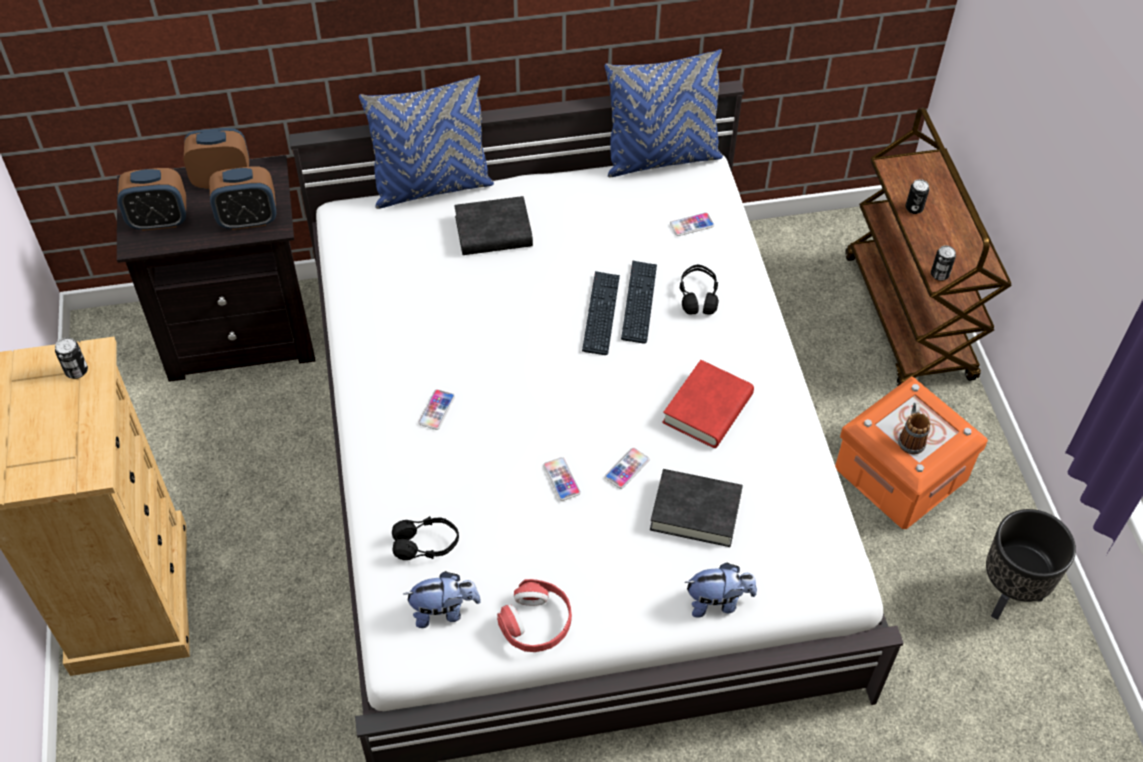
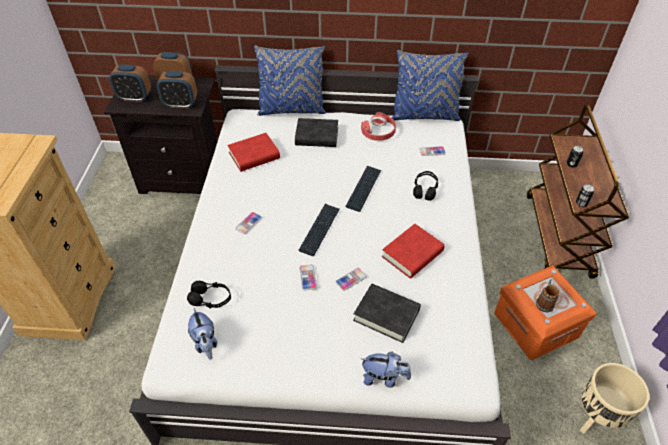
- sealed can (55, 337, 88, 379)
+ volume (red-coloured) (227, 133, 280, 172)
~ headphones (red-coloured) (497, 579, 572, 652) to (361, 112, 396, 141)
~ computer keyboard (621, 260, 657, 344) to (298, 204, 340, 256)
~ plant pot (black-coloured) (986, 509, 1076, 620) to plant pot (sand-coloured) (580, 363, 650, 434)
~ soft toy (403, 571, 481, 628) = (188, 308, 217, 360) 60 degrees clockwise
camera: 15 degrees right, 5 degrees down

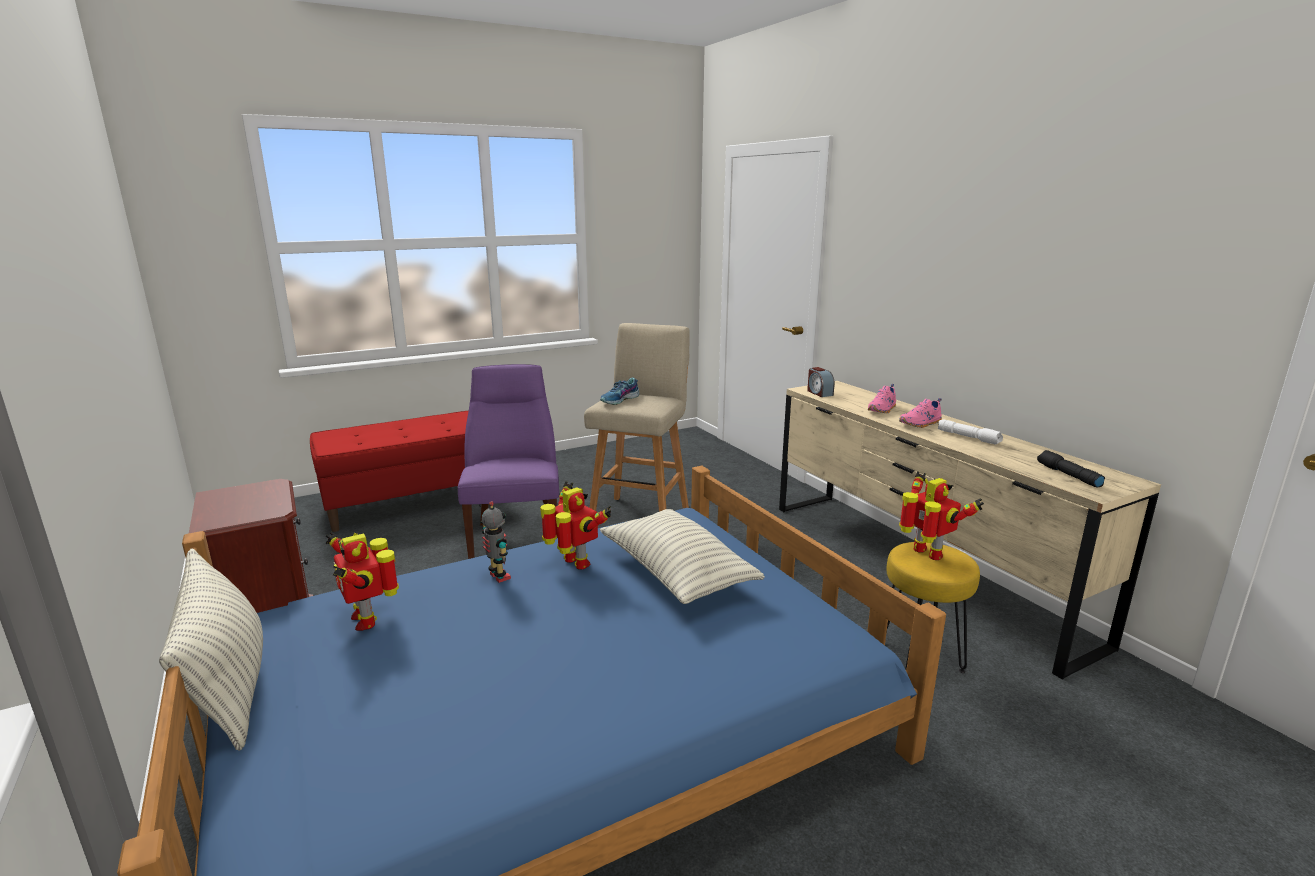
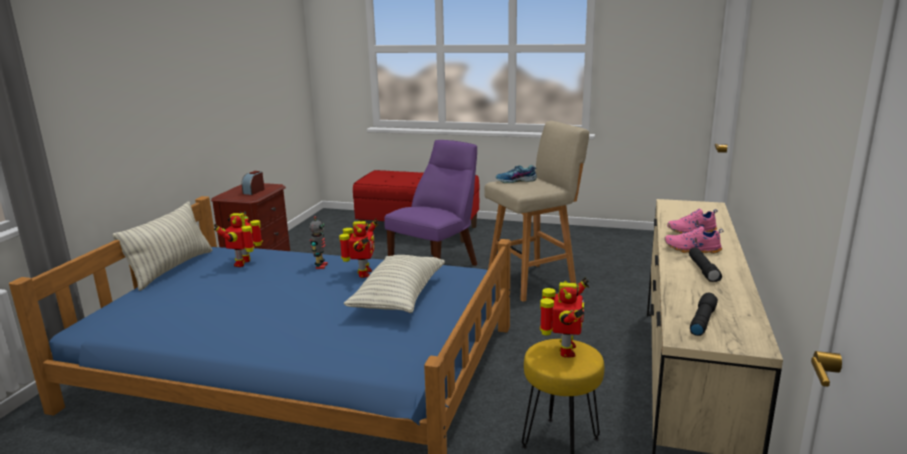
~ bedside clock (807, 367, 835, 397) to (241, 171, 264, 195)
~ hand torch (white-coloured) (938, 419, 1003, 445) to hand torch (black-coloured) (689, 248, 722, 282)
camera: 45 degrees right, 0 degrees up

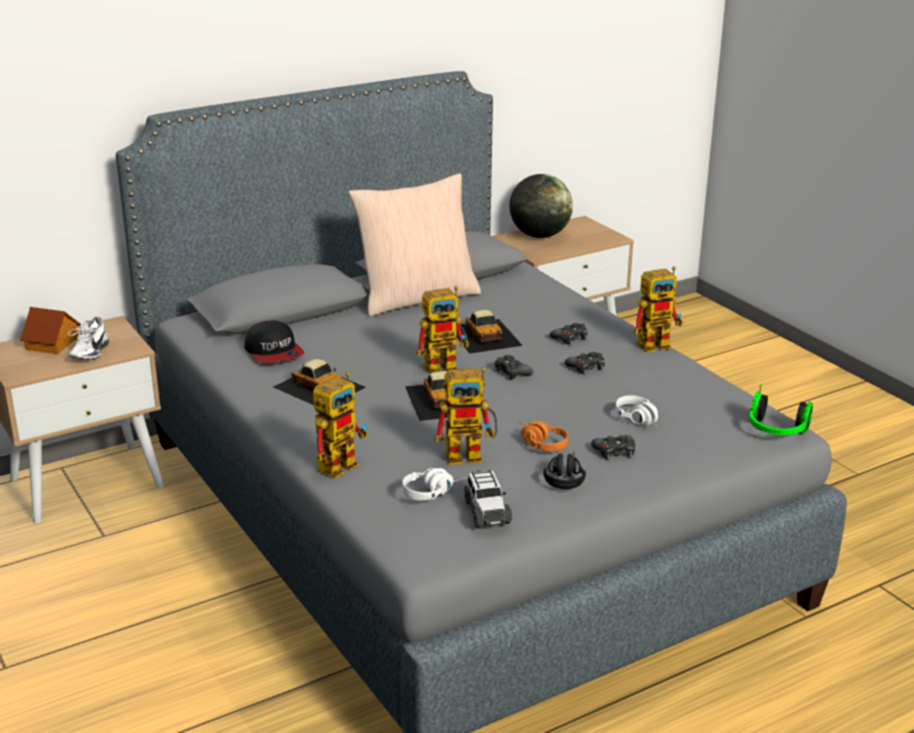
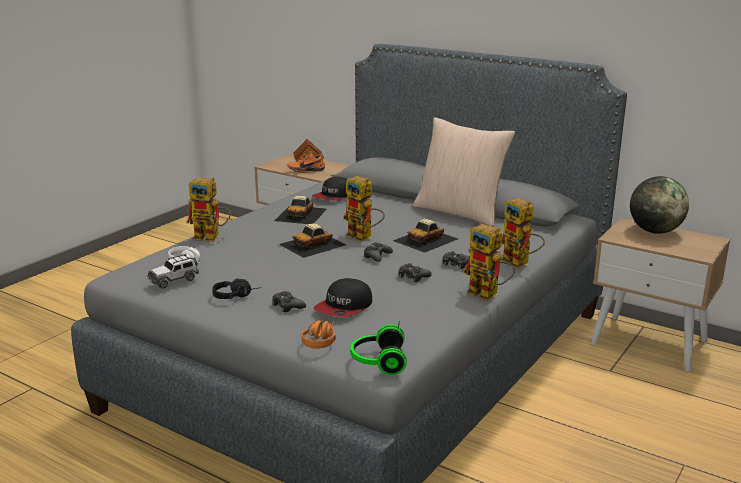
~ toy robot (435, 367, 498, 465) to (501, 198, 545, 268)
~ headphones (orange) (519, 421, 568, 452) to (302, 320, 336, 349)
~ headphones (white-coloured) (615, 395, 658, 427) to peaked cap (314, 278, 372, 317)
~ item of footwear (white-coloured) (68, 317, 109, 360) to item of footwear (orange) (287, 151, 325, 173)
camera: 65 degrees right, 5 degrees down

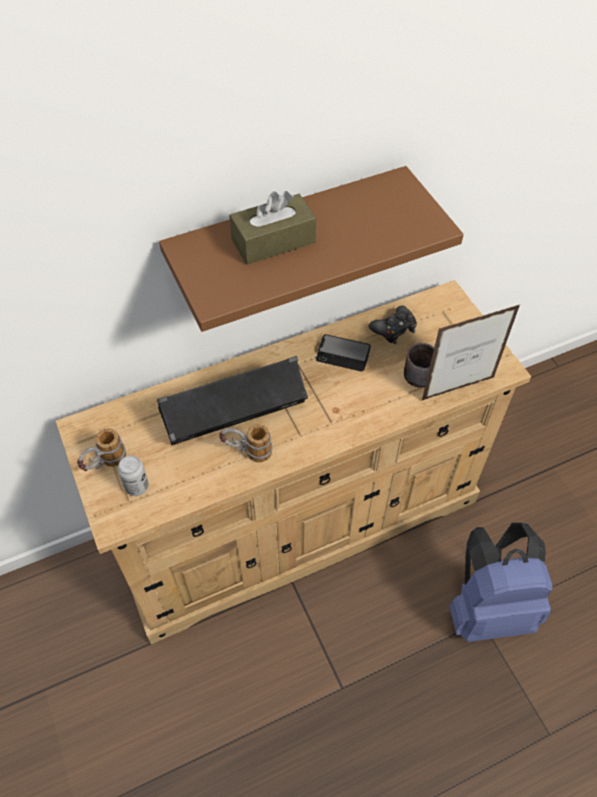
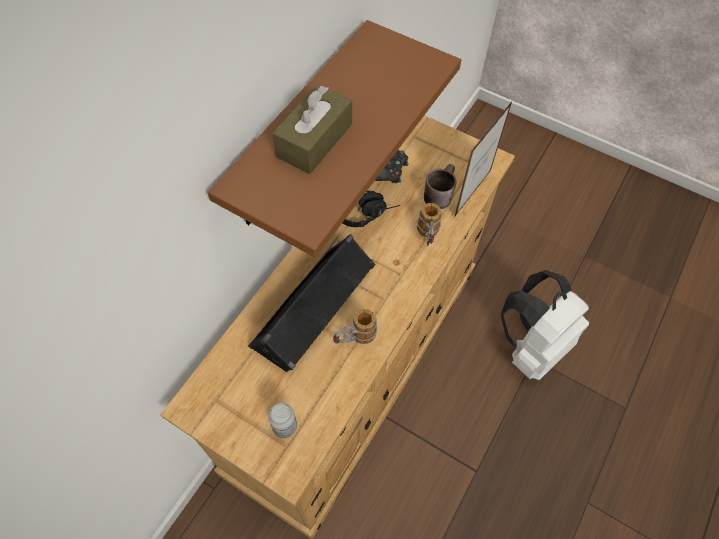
~ tea mug (77, 428, 126, 471) to (417, 203, 442, 246)
~ handset (316, 334, 371, 372) to headphones (black-coloured) (343, 190, 400, 227)
~ knapsack (bluish) (449, 523, 553, 642) to knapsack (white-coloured) (501, 270, 589, 380)
camera: 35 degrees left, 5 degrees up

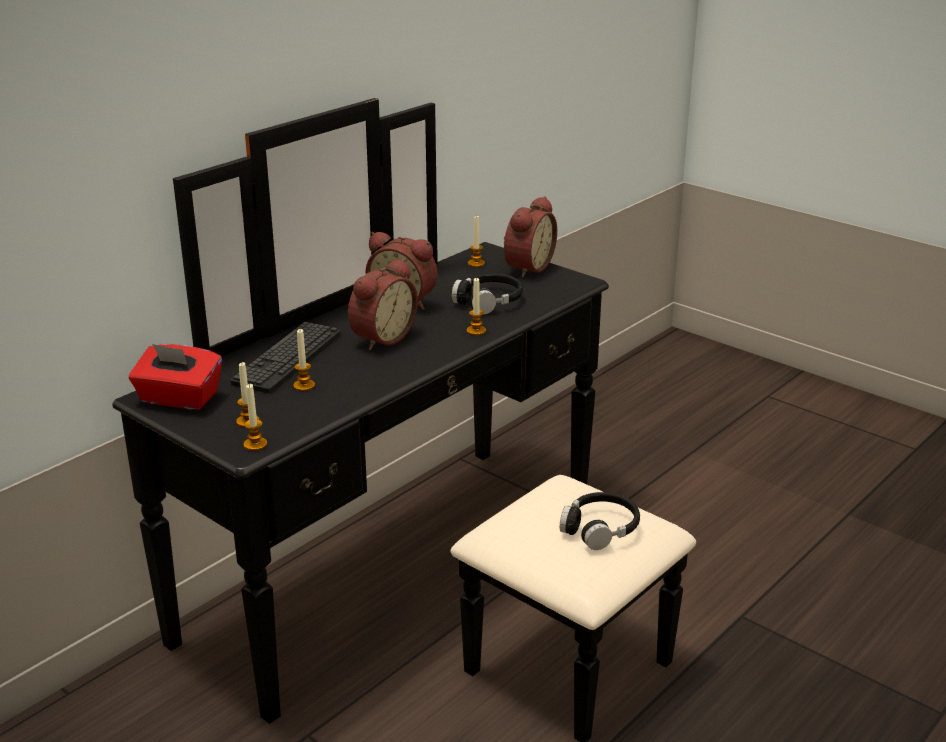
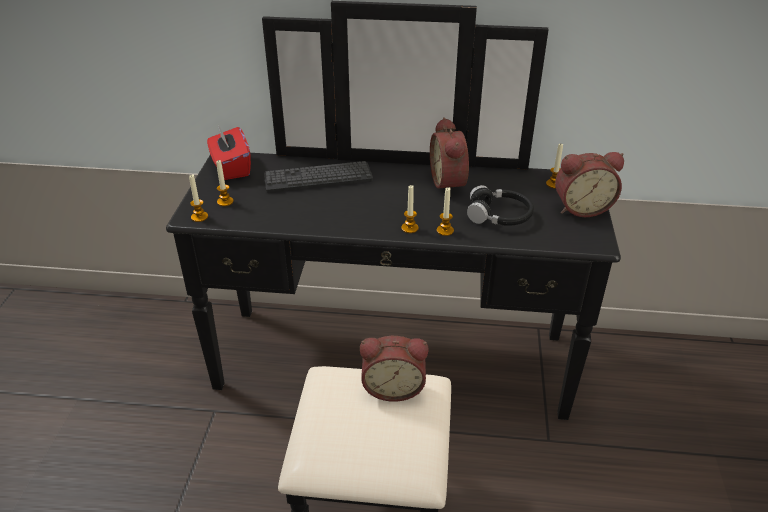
- headphones (black-coloured) (560, 492, 640, 550)
~ candle (293, 329, 315, 391) to (401, 185, 419, 233)
~ bedside clock (348, 259, 418, 350) to (360, 336, 428, 402)
camera: 55 degrees right, 10 degrees up

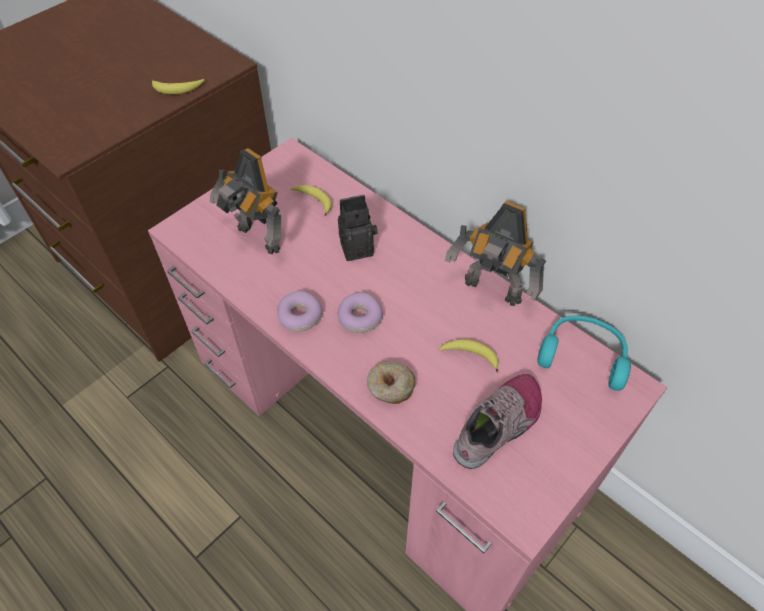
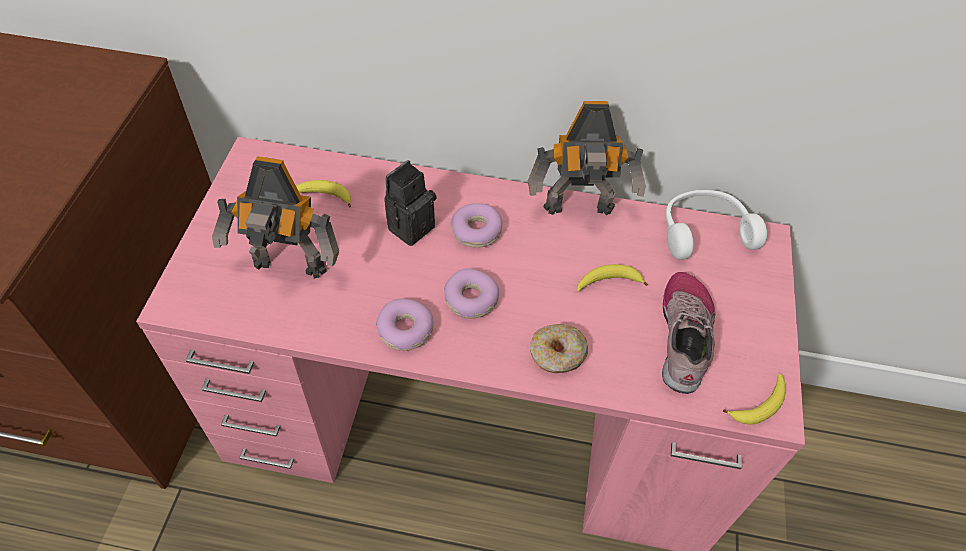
+ ring doughnut (451, 203, 502, 248)
~ banana fruit (151, 79, 205, 94) to (723, 374, 786, 425)
~ headphones (turquoise) (537, 316, 631, 391) to headphones (white-coloured) (665, 190, 767, 260)
camera: 35 degrees left, 0 degrees up

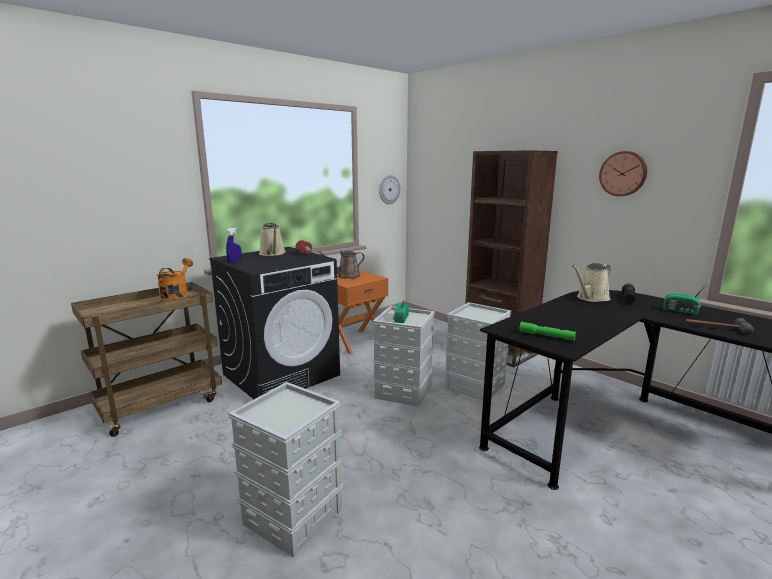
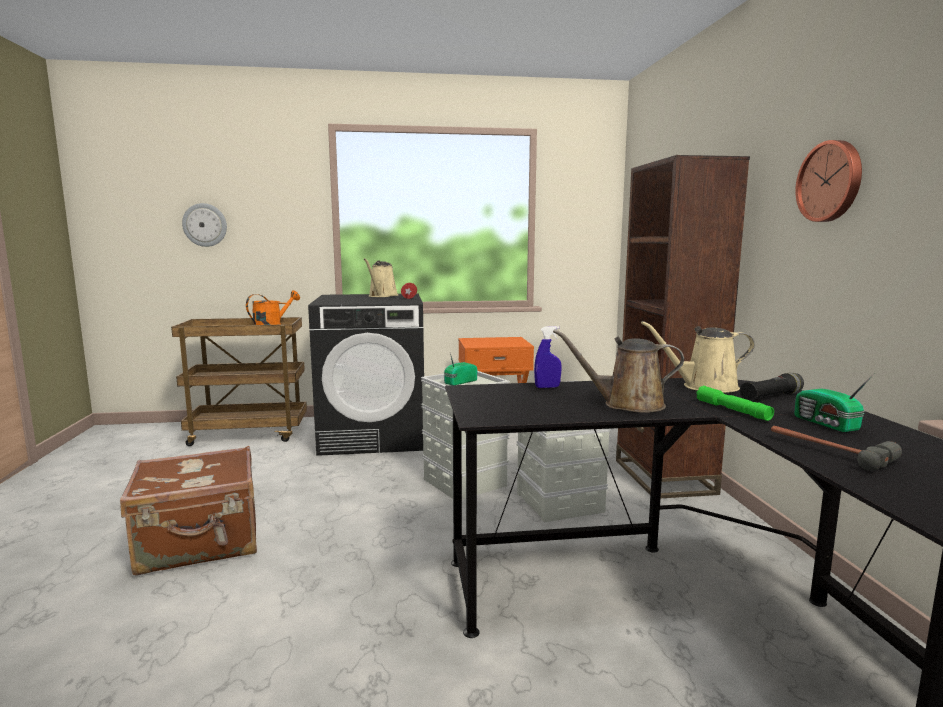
~ hand sprayer (bluish) (226, 228, 242, 263) to (534, 326, 562, 388)
~ sprinkling can (brownish) (318, 251, 365, 279) to (553, 329, 684, 413)
~ clock on the wall (379, 175, 400, 204) to (182, 203, 227, 247)
~ hand torch (greenish) (519, 321, 576, 341) to (696, 386, 774, 421)
~ storage bin (gray) (229, 382, 343, 558) to travel case (brownish) (120, 446, 257, 576)
camera: 35 degrees right, 5 degrees down

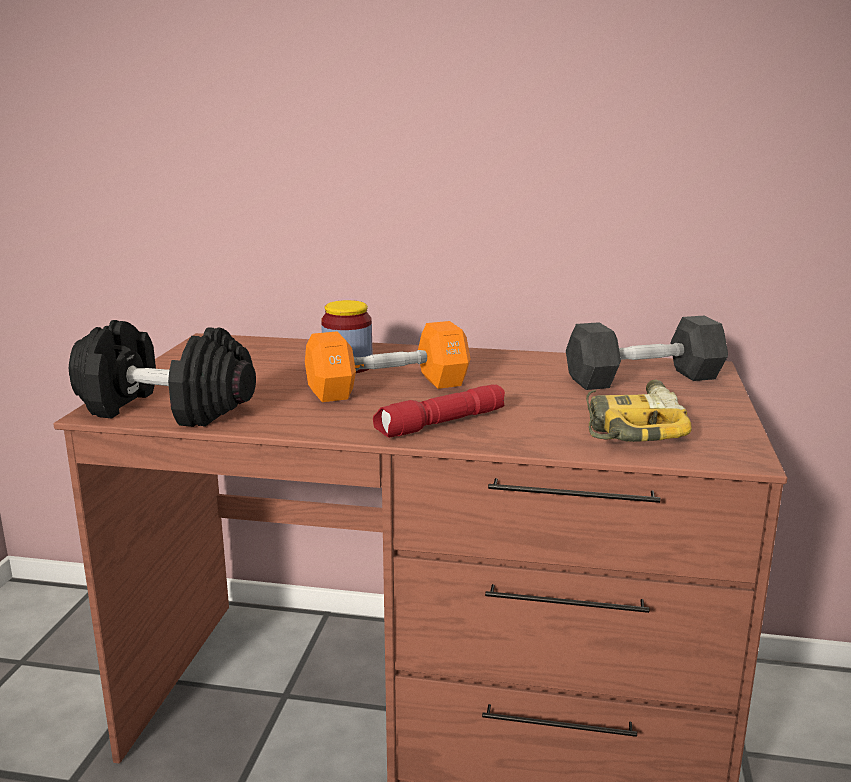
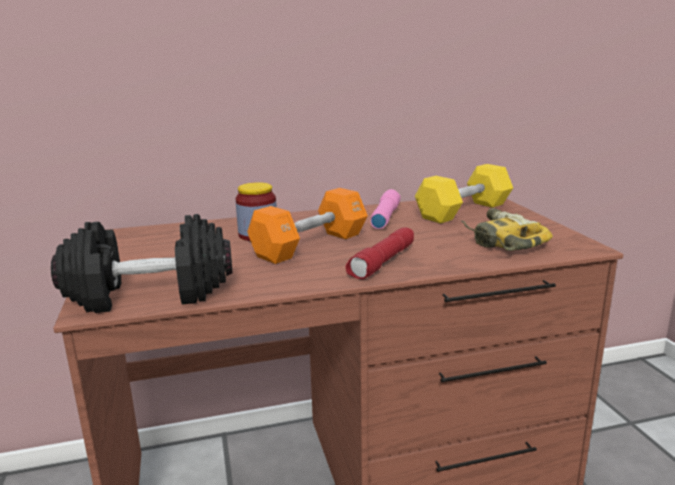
+ hand torch (pinkish) (370, 189, 401, 229)
~ free weight (black-coloured) (566, 316, 728, 390) to free weight (yellow) (415, 164, 513, 223)
camera: 25 degrees left, 0 degrees up

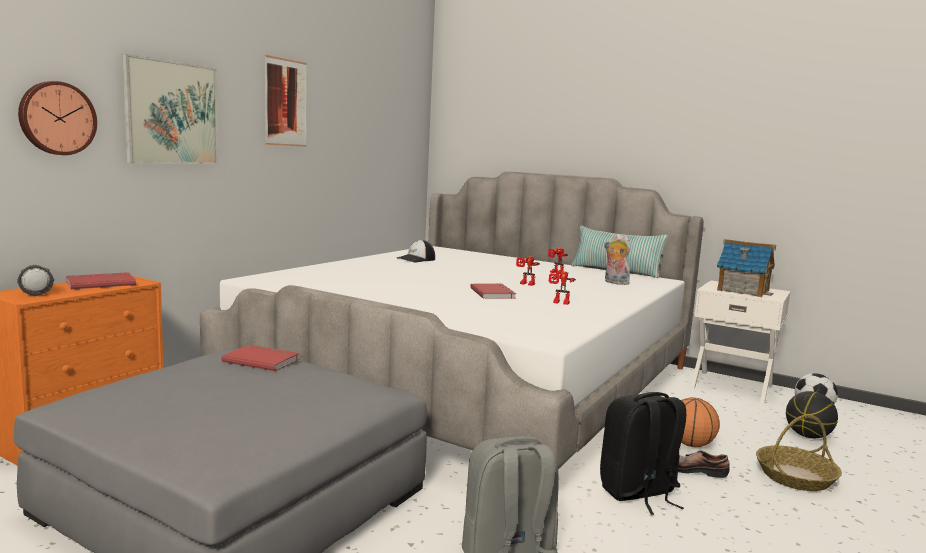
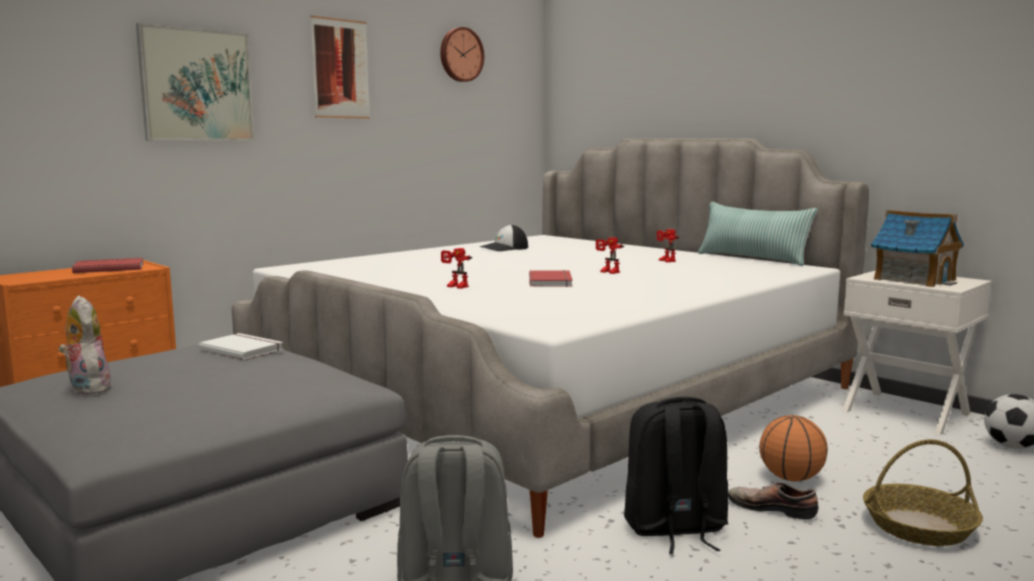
- hand torch (17, 265, 54, 296)
- basketball ball (786, 391, 838, 438)
~ clock on the wall (18, 81, 97, 155) to (440, 27, 484, 82)
~ toy robot (549, 271, 576, 305) to (441, 248, 472, 289)
~ soft toy (604, 234, 631, 285) to (59, 296, 111, 395)
~ volume (red-coloured) (221, 345, 300, 371) to volume (white-coloured) (198, 333, 283, 360)
camera: 15 degrees right, 0 degrees up

